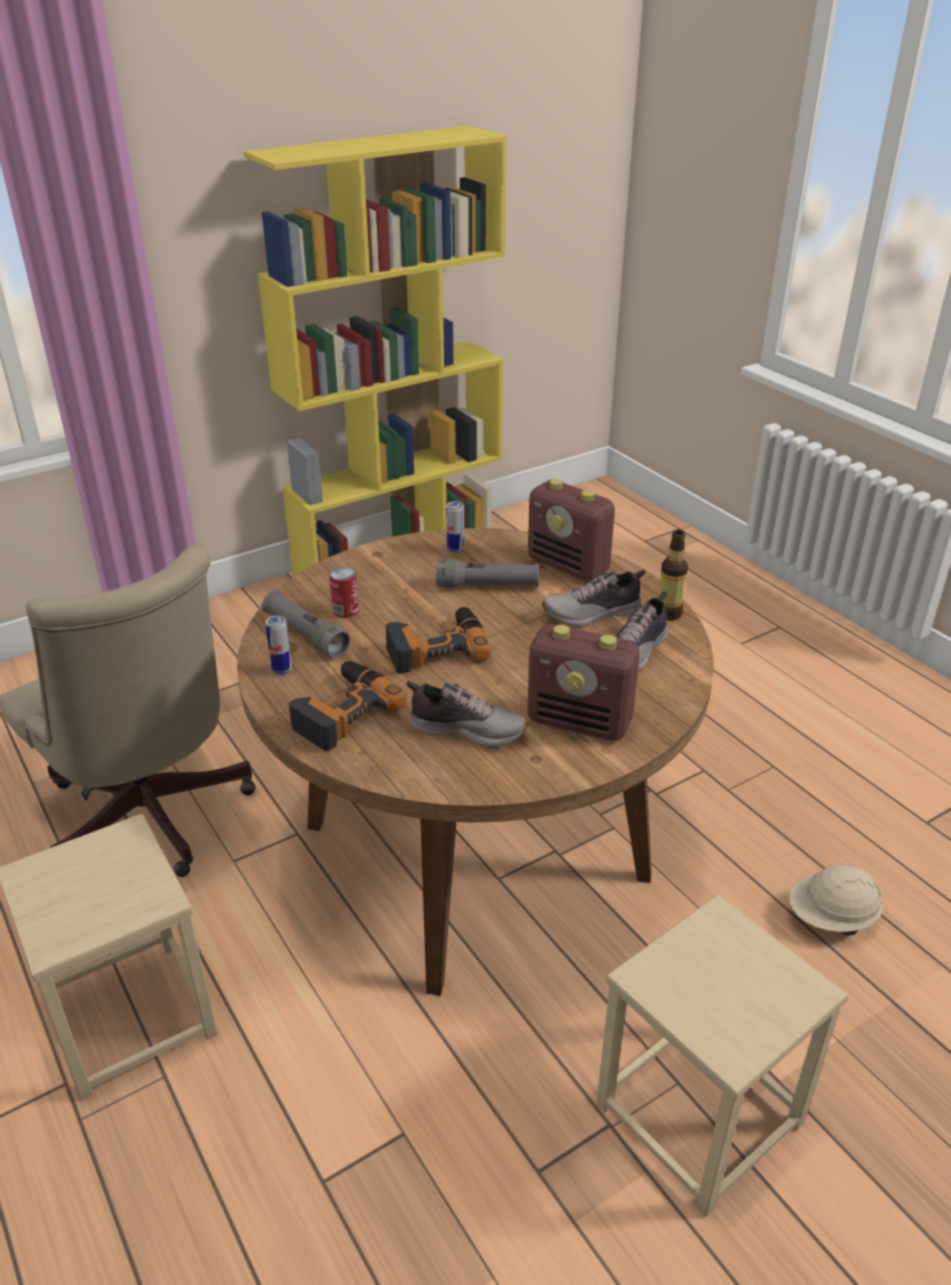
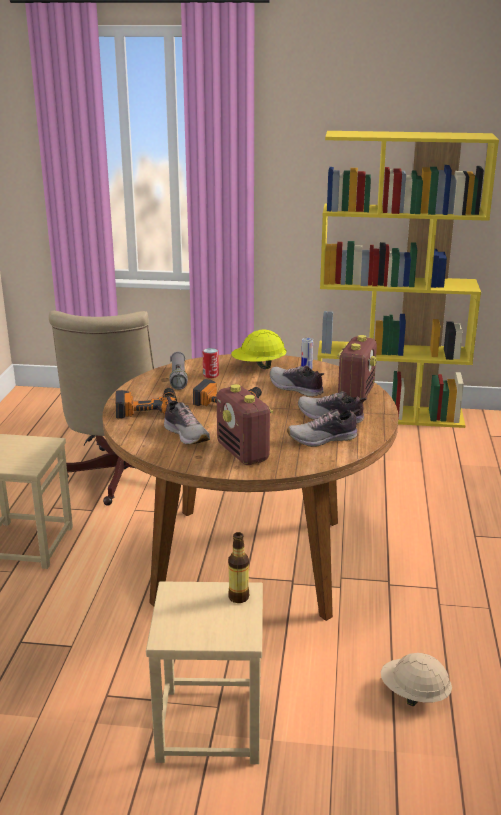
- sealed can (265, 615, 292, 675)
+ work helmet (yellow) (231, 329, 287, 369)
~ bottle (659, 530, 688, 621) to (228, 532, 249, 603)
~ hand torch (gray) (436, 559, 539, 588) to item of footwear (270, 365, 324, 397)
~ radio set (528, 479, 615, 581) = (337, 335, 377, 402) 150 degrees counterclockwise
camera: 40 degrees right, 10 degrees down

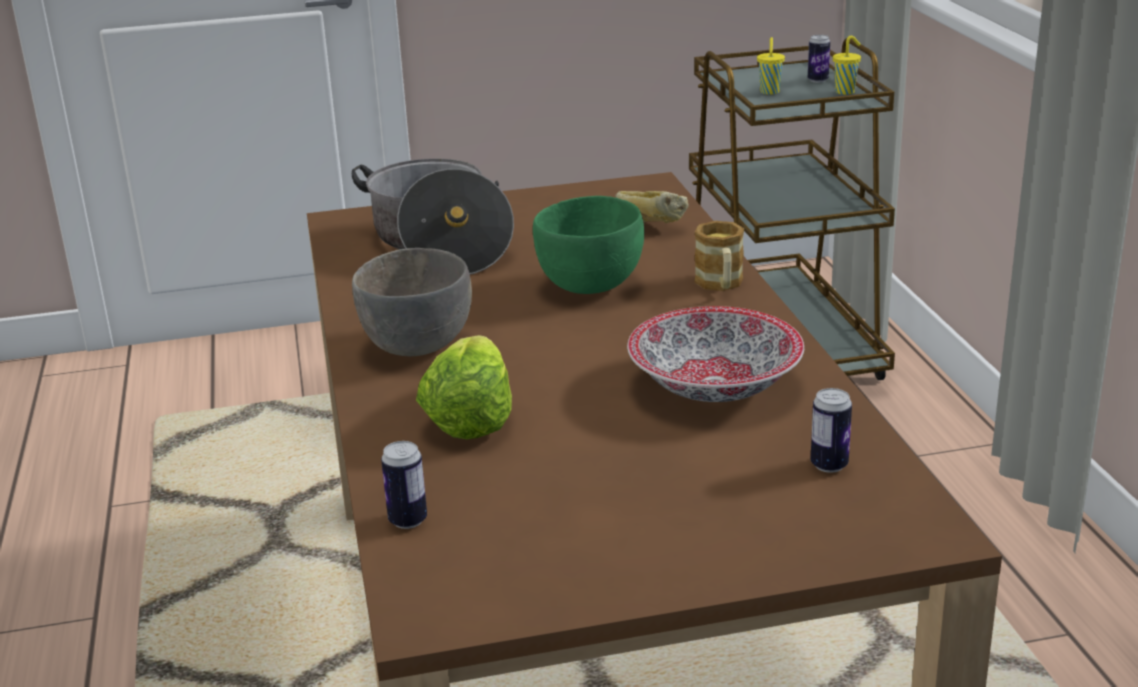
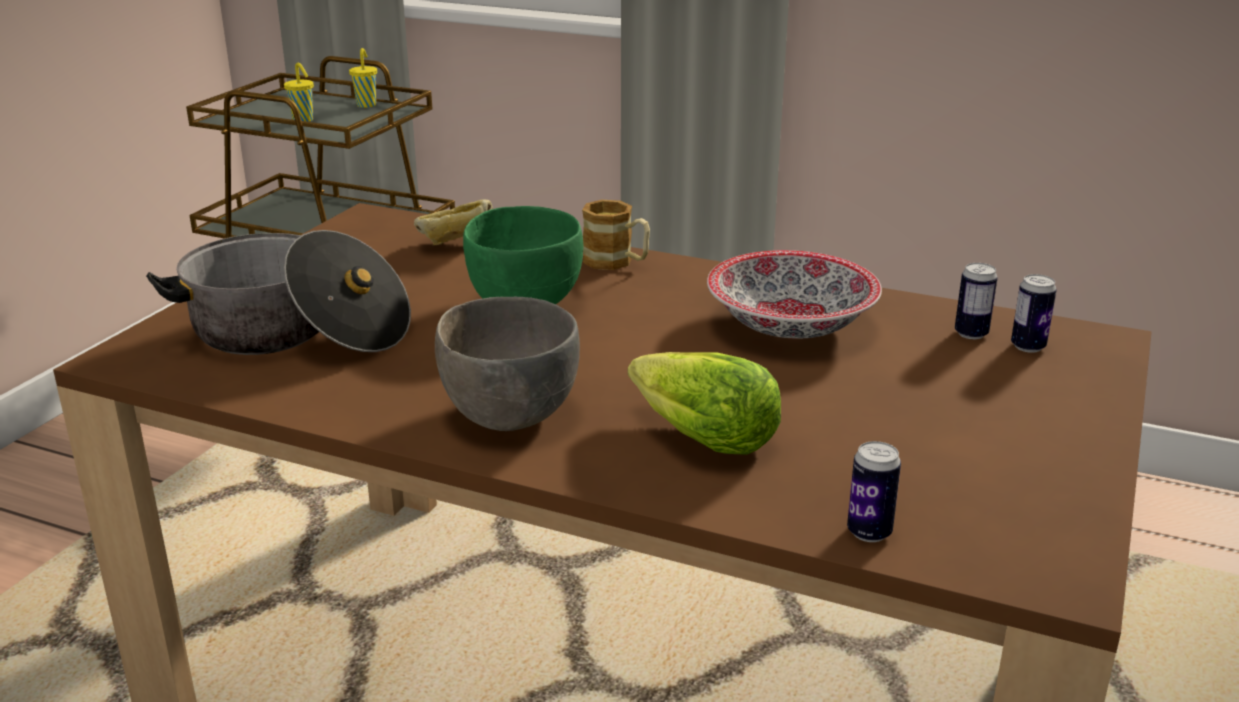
~ sealed can (808, 35, 830, 83) to (1011, 274, 1057, 353)
camera: 55 degrees left, 0 degrees up

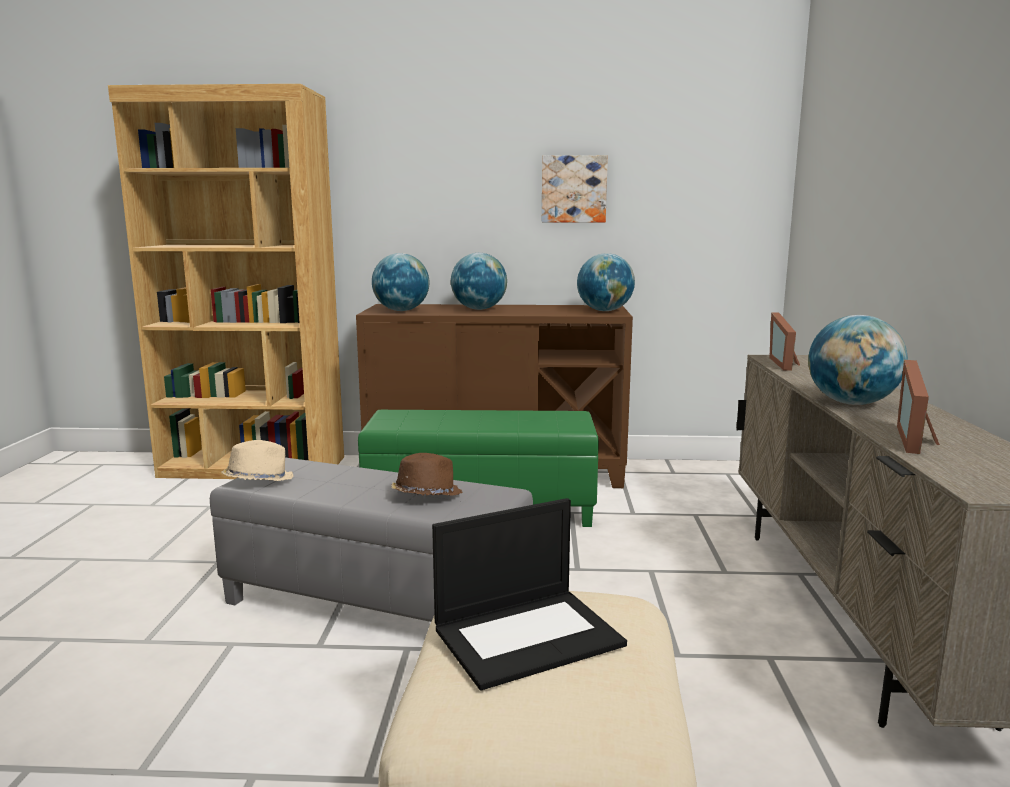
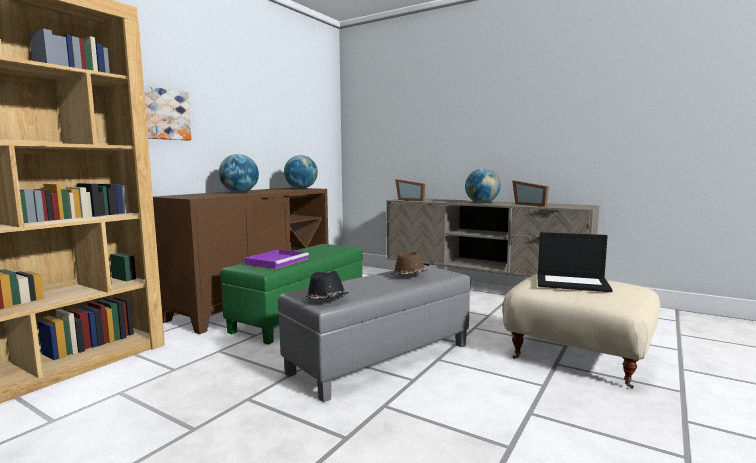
- world globe (372, 253, 429, 311)
+ serving tray (purple-coloured) (244, 249, 309, 269)
~ wall art (542, 155, 608, 222) to (144, 86, 191, 141)
~ hat (sand-coloured) (221, 440, 294, 481) to hat (black-coloured) (303, 271, 349, 299)
~ portable computer (432, 498, 627, 691) = (537, 232, 613, 292) 105 degrees clockwise
camera: 60 degrees left, 5 degrees down

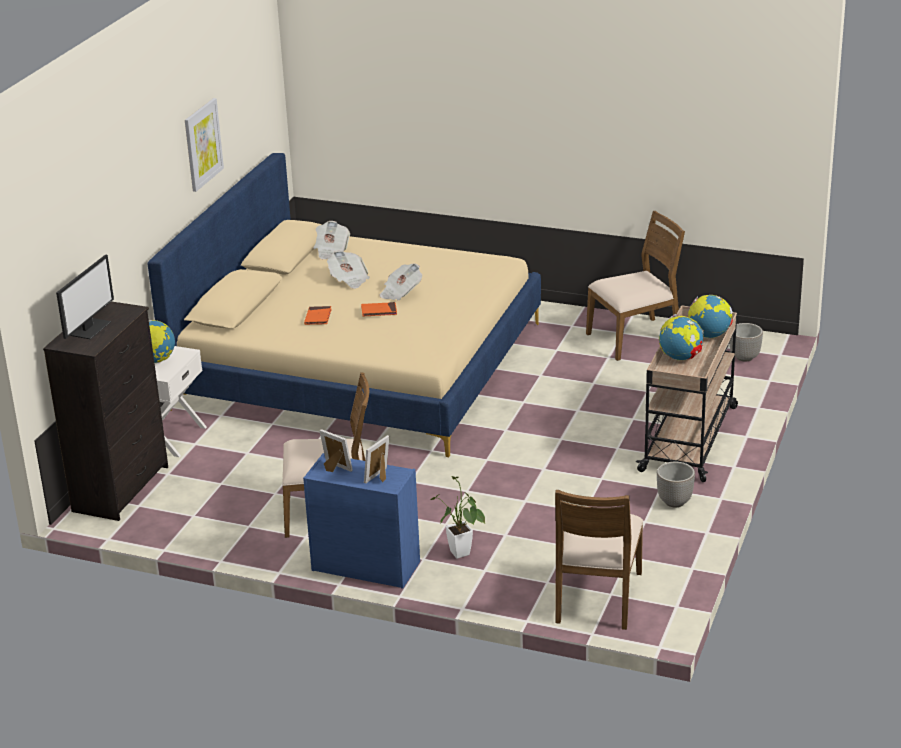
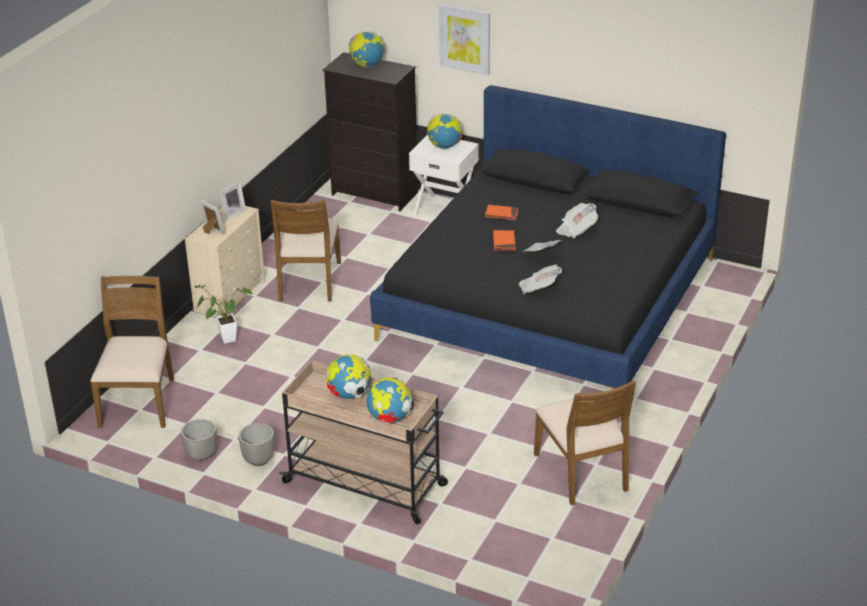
~ wall art (185, 98, 224, 192) to (439, 4, 490, 75)
~ newspaper (313, 221, 350, 259) to (519, 264, 562, 294)
~ plant pot (730, 323, 763, 362) to (181, 419, 217, 461)
~ monitor (56, 254, 114, 339) to world globe (348, 32, 384, 67)
~ bed (sand-coloured) (148, 153, 541, 457) to bed (black-coloured) (370, 85, 726, 389)
~ drawer chest (bluish) (303, 453, 420, 589) to drawer chest (sand-coloured) (185, 206, 265, 318)
~ chair (brownish) (555, 490, 643, 630) = (90, 276, 174, 428) 75 degrees clockwise
camera: 95 degrees right, 5 degrees up

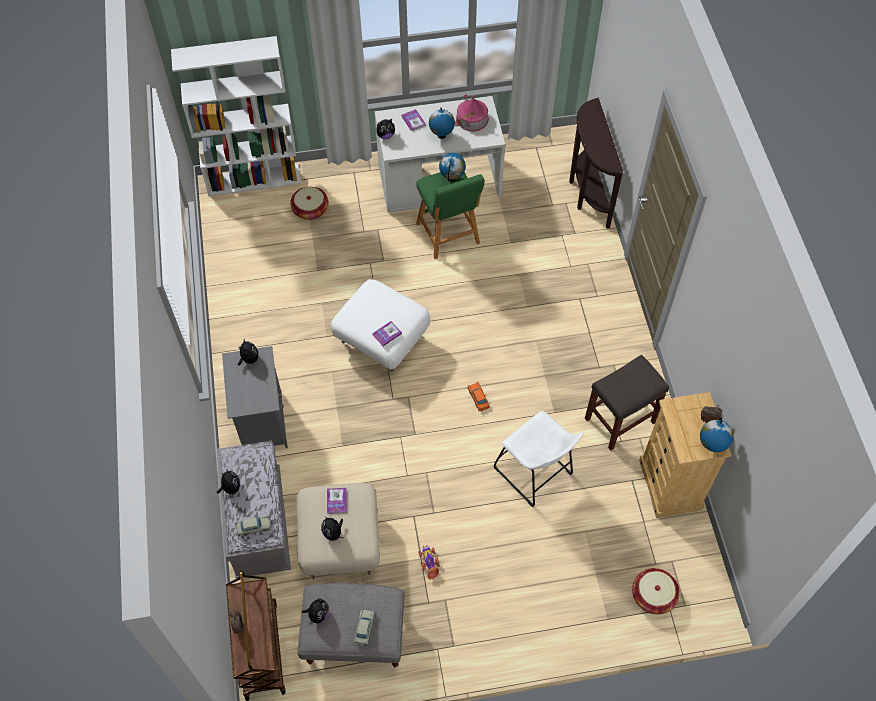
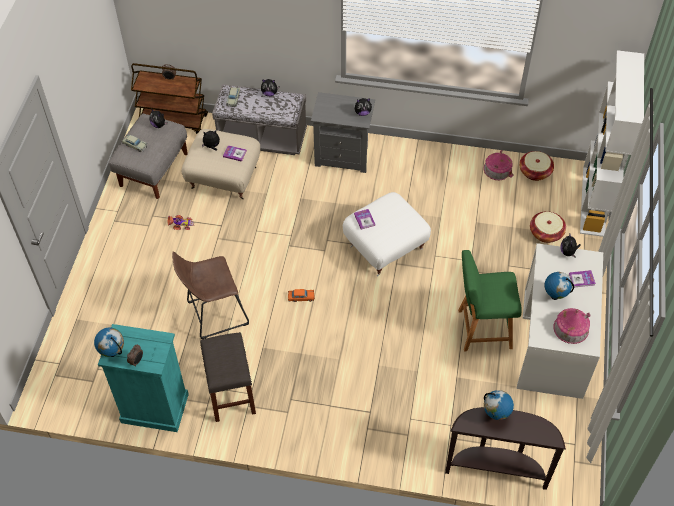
+ miniature house (484, 150, 514, 181)
~ world globe (439, 153, 466, 182) to (484, 390, 514, 420)
~ household basket (632, 568, 680, 614) to (519, 151, 554, 181)
~ stool seat (white-coloured) (494, 411, 583, 507) to stool seat (brownish) (172, 252, 249, 339)
~ drawer chest (sand-coloured) (639, 392, 731, 518) to drawer chest (turquoise) (98, 324, 189, 432)
camera: 110 degrees right, 5 degrees down

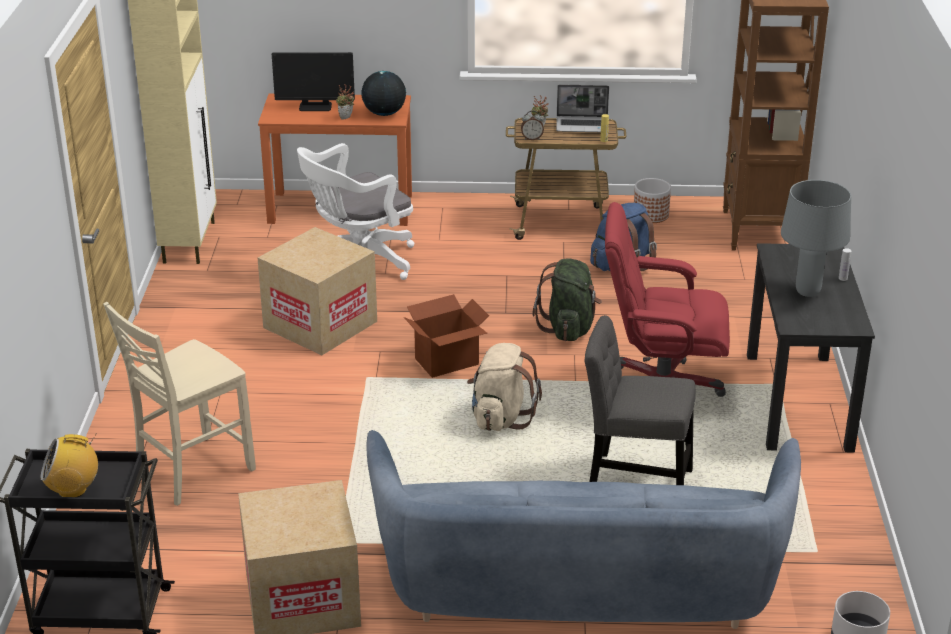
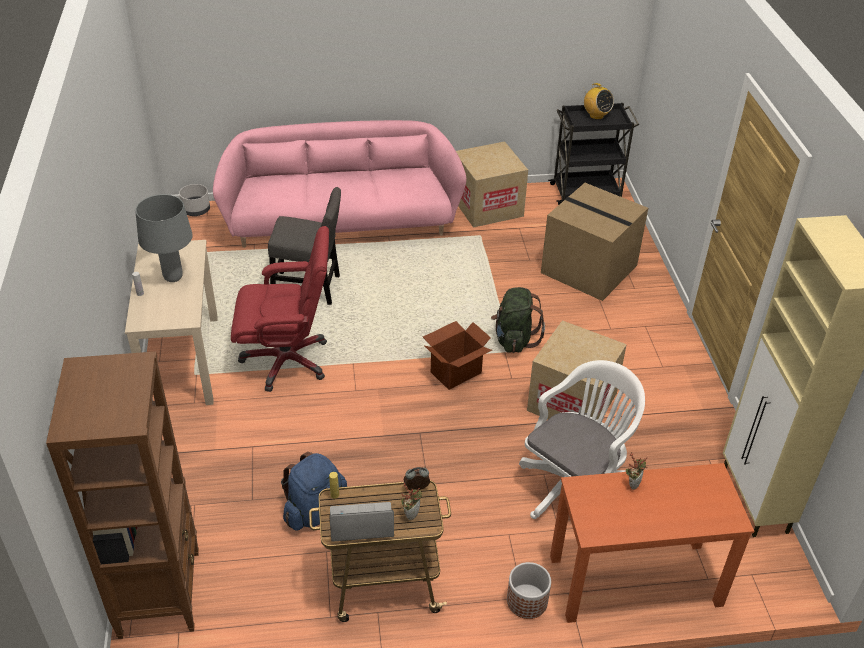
- monitor (272, 52, 355, 111)
- world globe (361, 71, 406, 116)
- knapsack (sand-coloured) (467, 343, 542, 431)
~ knapsack (greenish) (533, 259, 602, 341) to (491, 287, 545, 353)
~ plant pot (634, 178, 671, 223) to (507, 562, 551, 619)
~ chair (sand-coloured) (103, 302, 256, 506) to packing box (541, 183, 648, 301)
~ sofa (bluish) (366, 430, 801, 629) to sofa (pinkish) (213, 120, 466, 248)
~ desk unit (black-coloured) (747, 243, 875, 453) to desk unit (sand-coloured) (125, 240, 218, 405)
~ radio set (41, 433, 98, 497) = (584, 83, 614, 120) 75 degrees clockwise
camera: 170 degrees right, 10 degrees up

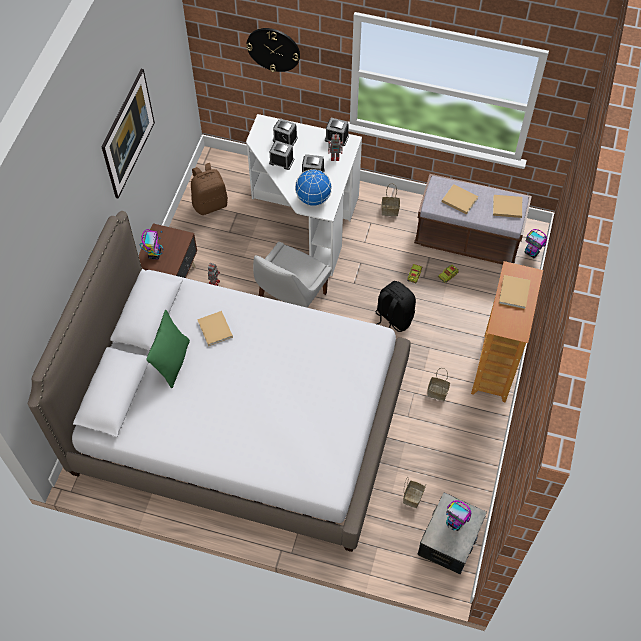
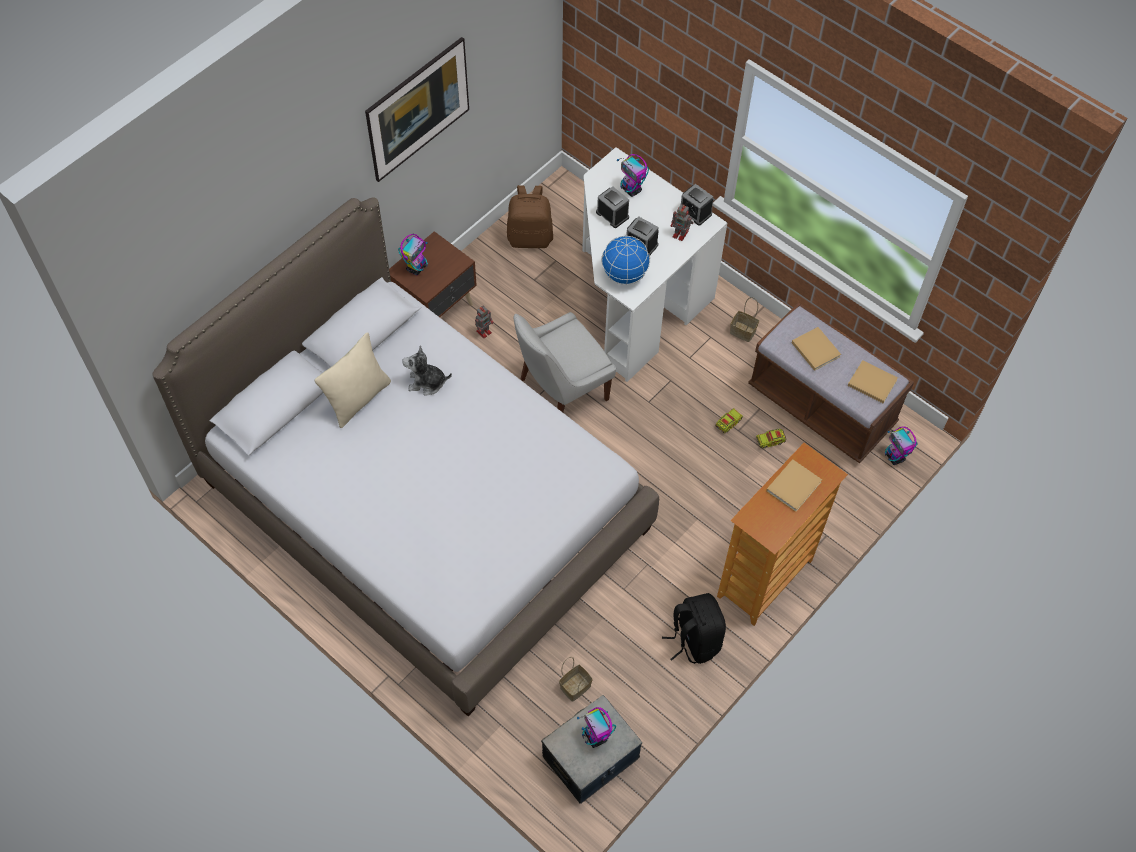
- clock on the wall (246, 28, 300, 72)
- household basket (427, 368, 450, 401)
~ knapsack (black-coloured) (376, 281, 416, 332) to (662, 593, 726, 664)
~ volume (sand-coloured) (197, 311, 233, 346) to soft toy (402, 346, 452, 396)
~ bedside clock (273, 118, 298, 145) to toy robot (617, 154, 649, 197)
~ cushion (greenish) (146, 310, 190, 388) to cushion (sand-coloured) (315, 332, 391, 428)
camera: 25 degrees right, 0 degrees up

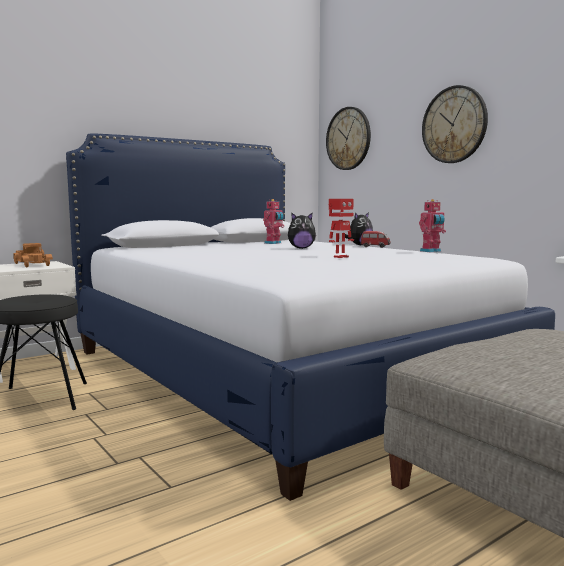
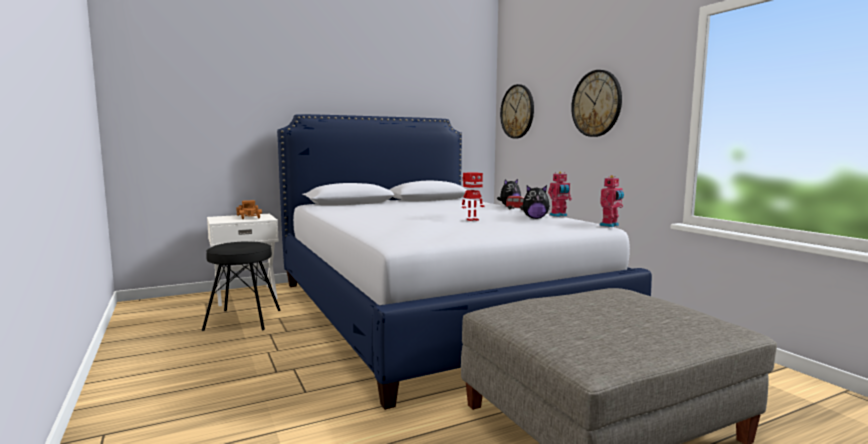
~ toy robot (263, 199, 284, 244) to (599, 175, 624, 227)
~ soft toy (288, 213, 316, 249) to (523, 185, 550, 219)
camera: 10 degrees right, 0 degrees up

